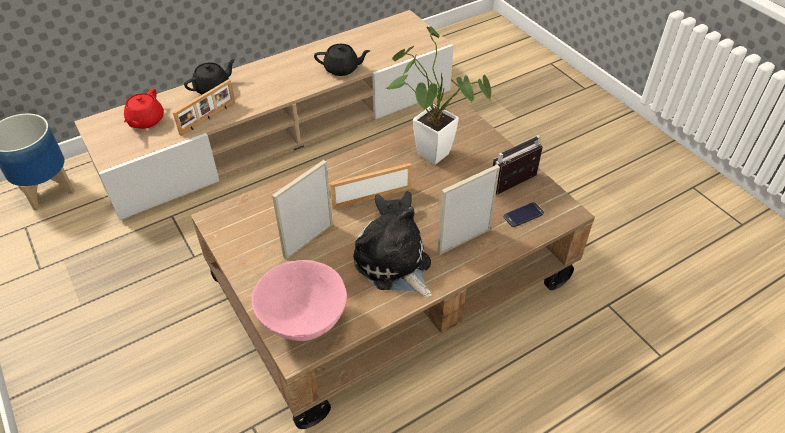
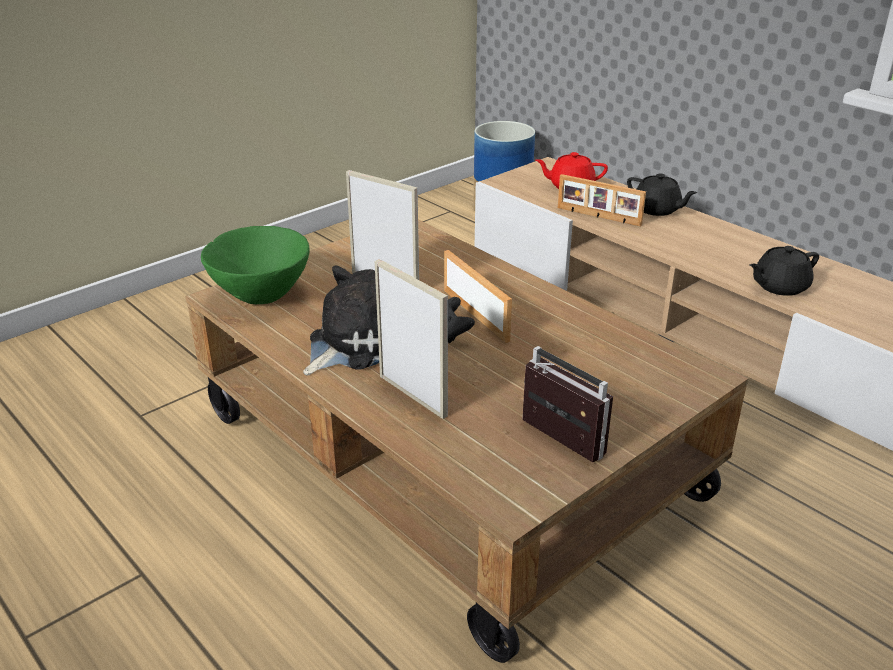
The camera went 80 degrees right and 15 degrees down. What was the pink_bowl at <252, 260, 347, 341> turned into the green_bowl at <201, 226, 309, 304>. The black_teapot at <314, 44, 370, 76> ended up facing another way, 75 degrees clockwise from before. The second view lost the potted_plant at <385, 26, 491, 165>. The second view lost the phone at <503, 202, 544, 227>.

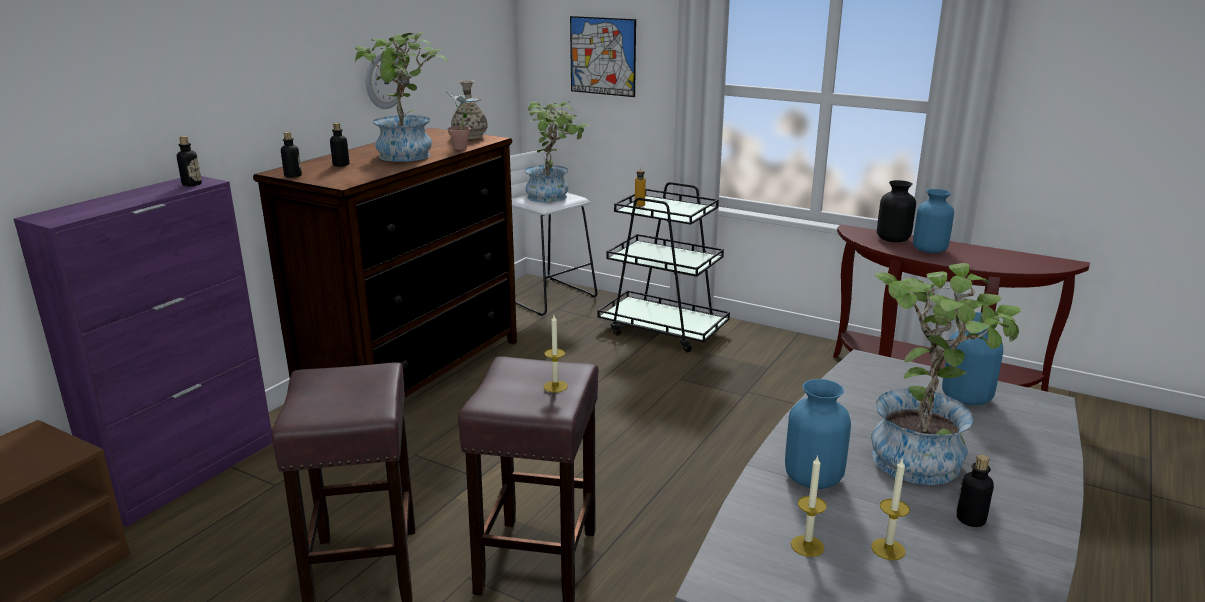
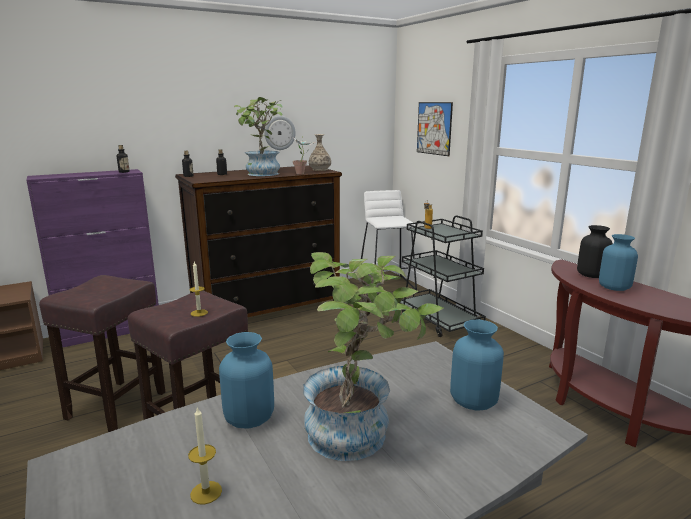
The camera went 30 degrees right and 5 degrees down. The second view lost the potted_plant at <525, 101, 589, 203>. The second view lost the candle at <791, 455, 827, 557>. The second view lost the bottle at <956, 454, 994, 527>.

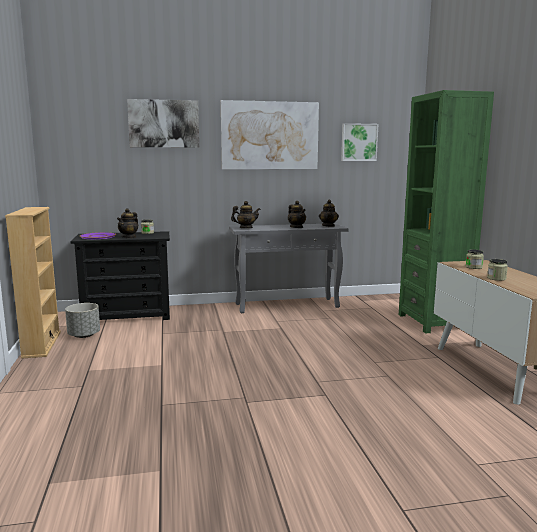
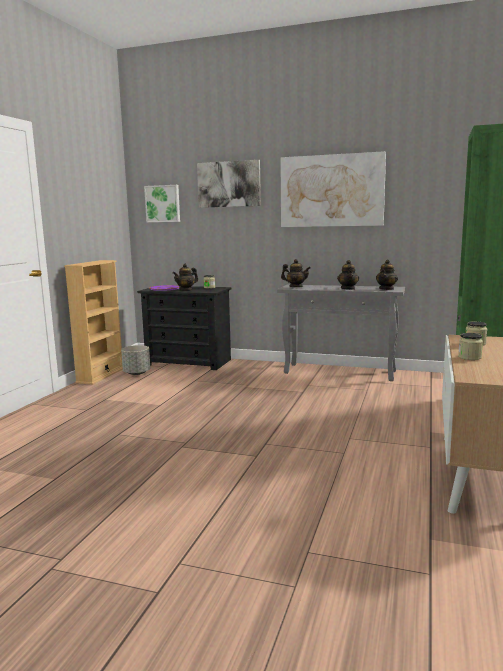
The camera went 30 degrees right and 0 degrees up. The picture ended up elsewhere, having gone from <341, 123, 378, 161> to <144, 185, 180, 222>.

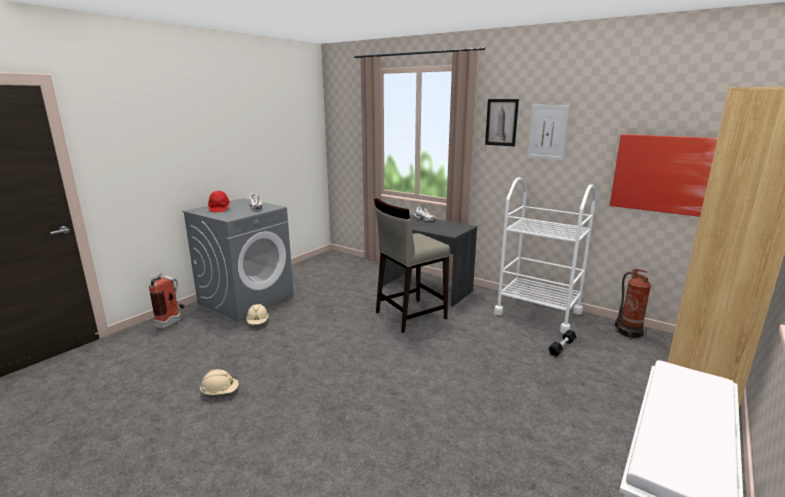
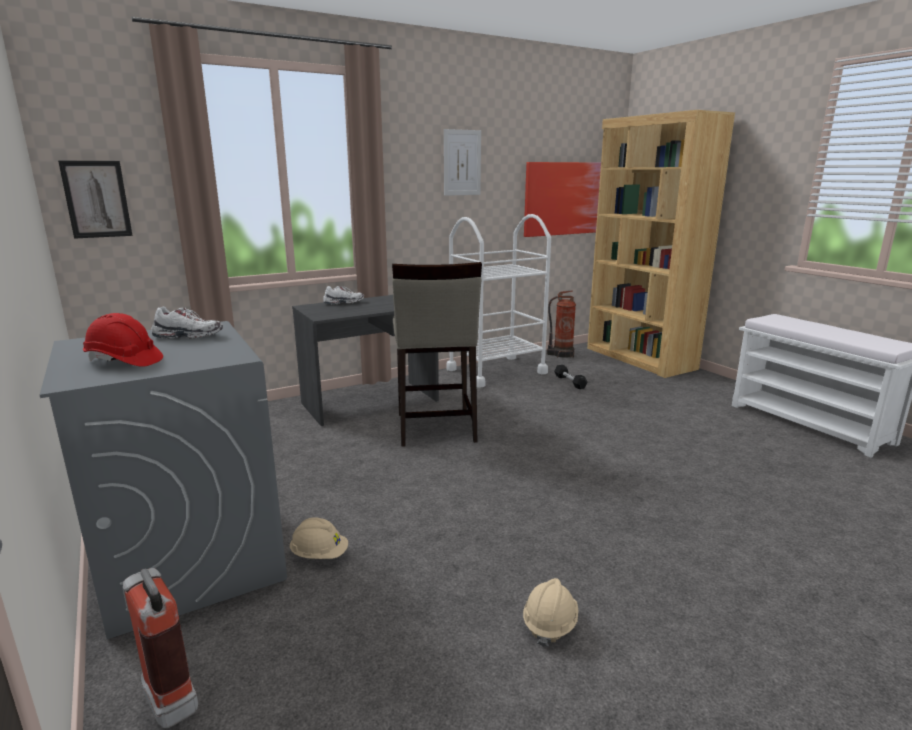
The camera went 65 degrees left and 0 degrees up. The picture ended up elsewhere, having gone from <485, 99, 519, 146> to <58, 161, 133, 239>.

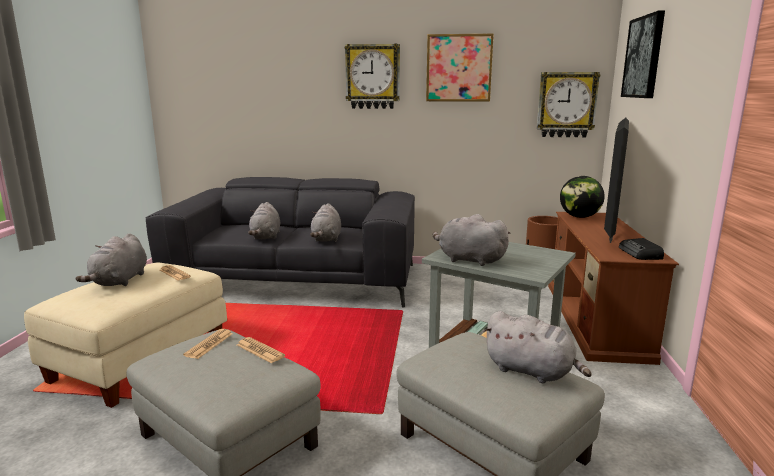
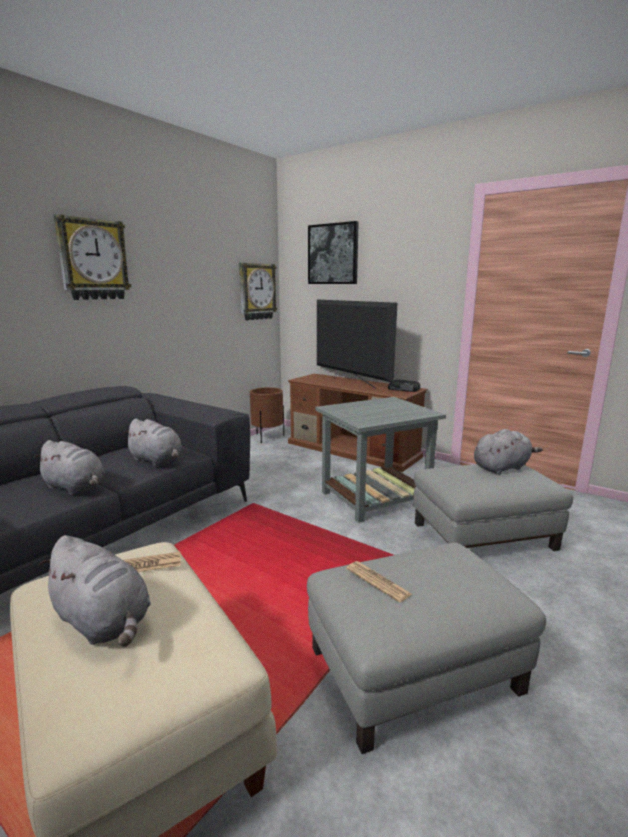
The camera went 60 degrees left and 0 degrees up. The second view lost the newspaper at <237, 337, 285, 363>. The second view lost the picture at <426, 34, 494, 102>. The second view lost the grey_plush_toy at <433, 214, 510, 266>. The second view lost the globe at <560, 176, 605, 218>.

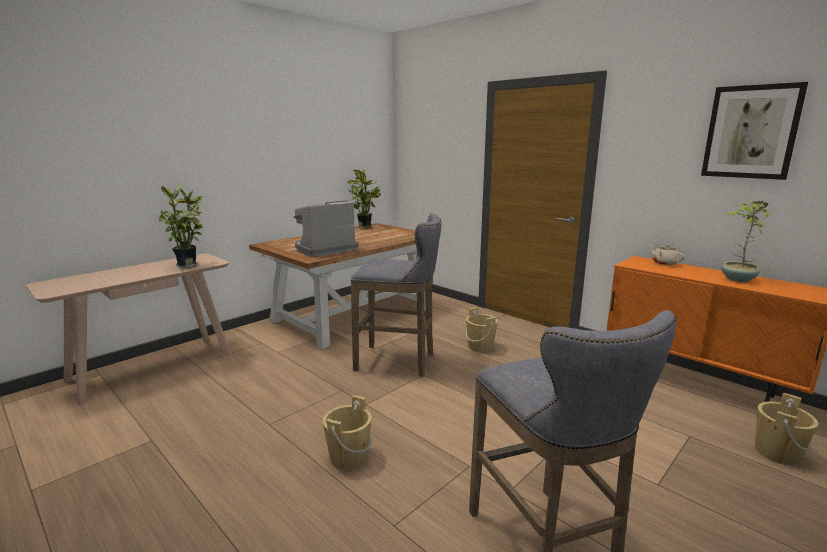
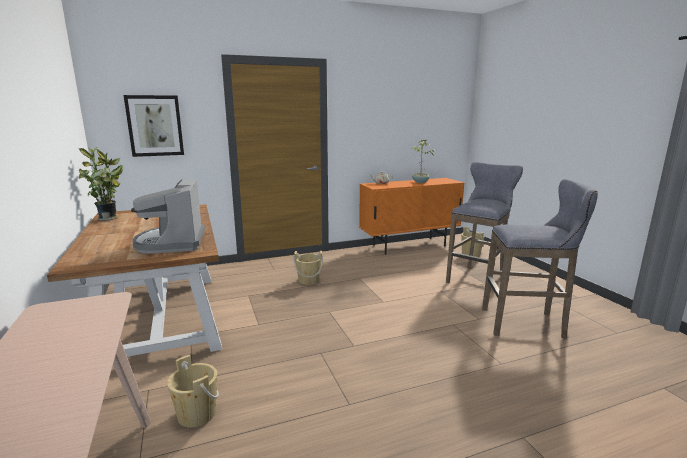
The camera went 65 degrees left and 0 degrees up. The second view lost the potted_plant at <159, 185, 203, 268>. The beige_bucket ended up elsewhere, having gone from <323, 395, 372, 470> to <167, 355, 219, 427>. The grey_stool ended up elsewhere, having gone from <351, 213, 442, 377> to <446, 162, 523, 293>. The picture ended up elsewhere, having gone from <701, 82, 808, 180> to <124, 95, 184, 157>.

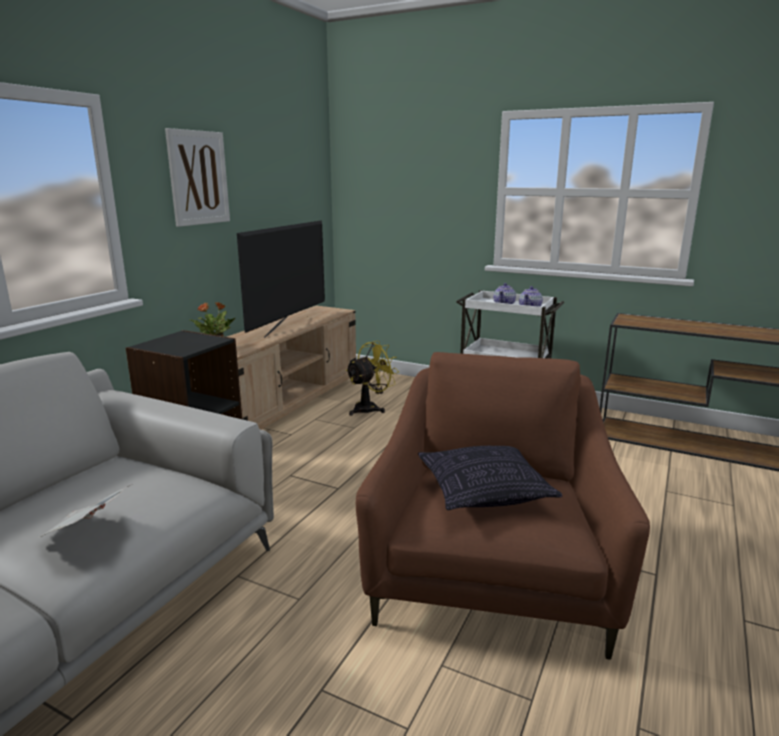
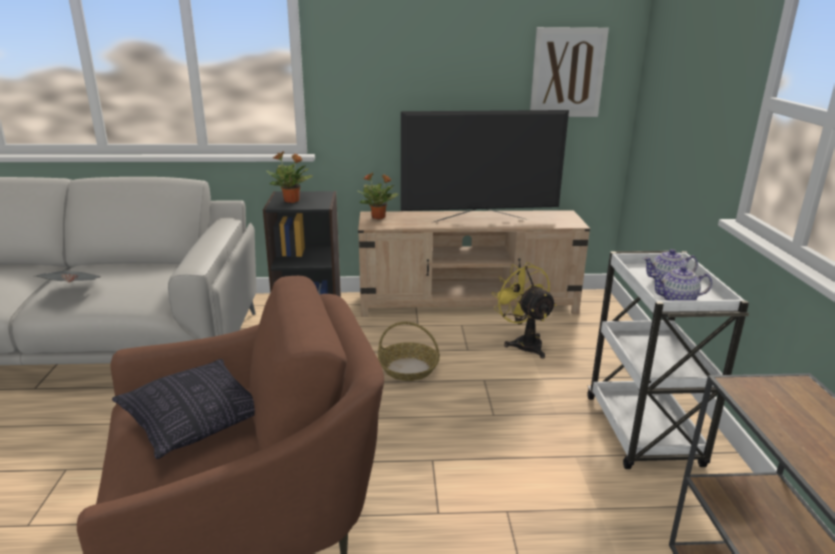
The camera went 60 degrees right and 5 degrees up. The picture ended up elsewhere, having gone from <165, 128, 230, 227> to <530, 27, 609, 117>. The yellow_fan at <345, 341, 399, 416> ended up facing another way, 135 degrees counterclockwise from before. The second view gained the potted_plant at <266, 151, 313, 203>. The second view gained the basket at <378, 322, 440, 381>.

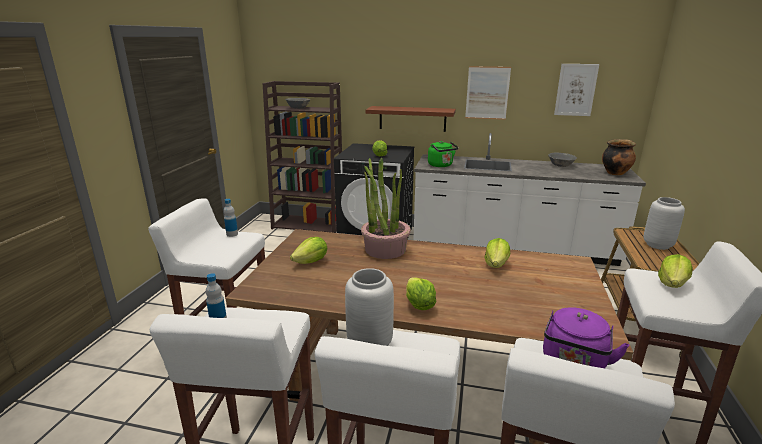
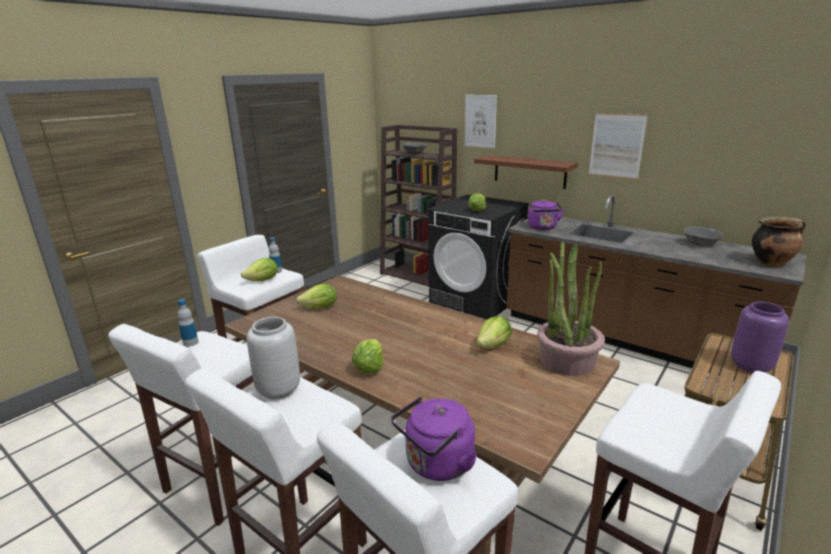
The camera went 25 degrees right and 0 degrees up. The potted_plant ended up elsewhere, having gone from <361, 158, 411, 259> to <537, 241, 605, 376>. What was the white_counter at <414, 133, 646, 266> turned into the brown_counter at <507, 195, 806, 384>. What was the green_kettle at <428, 141, 458, 167> turned into the purple_kettle at <528, 200, 564, 230>. The picture ended up elsewhere, having gone from <554, 64, 599, 116> to <465, 95, 497, 148>. What was the grey_vase at <644, 197, 685, 250> turned into the purple_vase at <731, 301, 789, 373>. The lettuce ended up elsewhere, having gone from <658, 254, 693, 288> to <241, 258, 278, 281>.

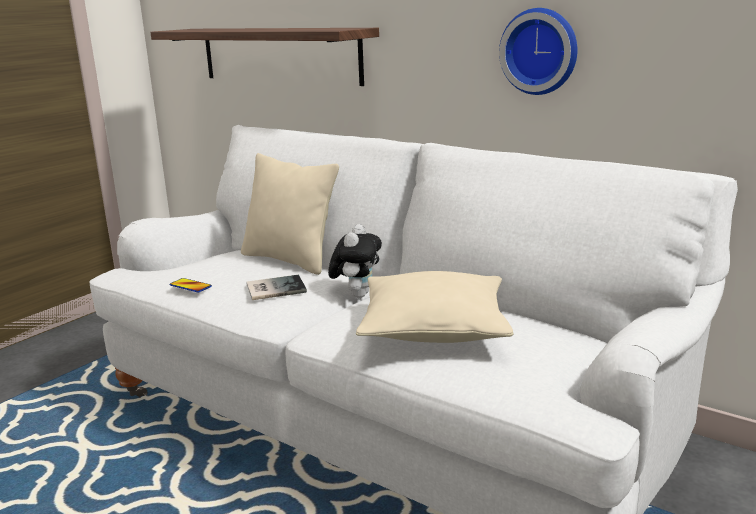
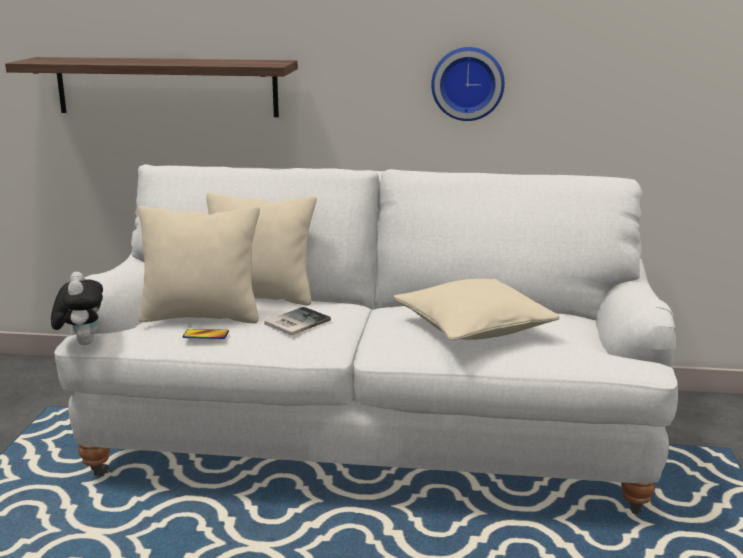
The camera went 30 degrees left and 0 degrees up. The plush_toy ended up elsewhere, having gone from <328, 224, 382, 298> to <51, 271, 103, 345>. The second view gained the beige_pillow at <138, 206, 260, 323>.

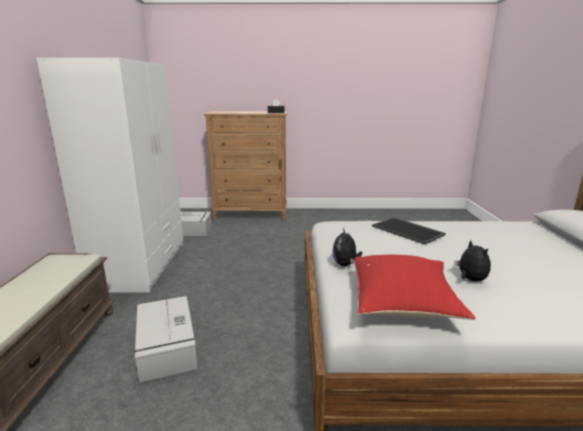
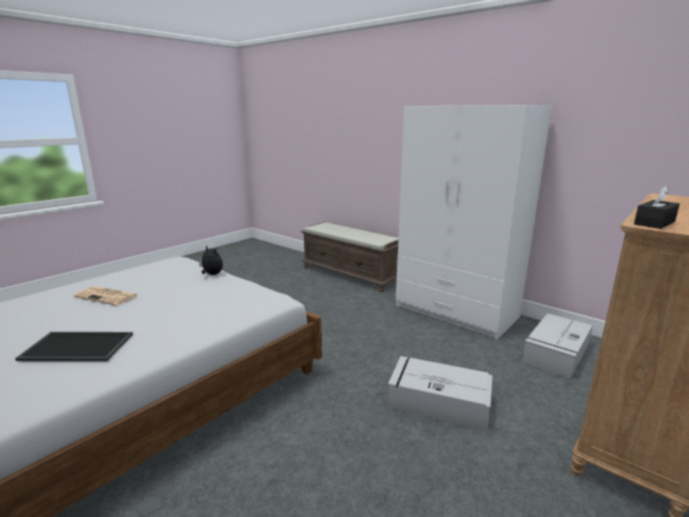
The camera went 130 degrees right and 0 degrees up. The grey_storage_box ended up elsewhere, having gone from <134, 296, 197, 383> to <388, 356, 493, 431>. The second view lost the red_pillow at <354, 255, 476, 320>. The tray ended up elsewhere, having gone from <372, 217, 446, 245> to <15, 332, 133, 361>. Where the plush_toy stood at <454, 240, 491, 282>, the newspaper came to stand at <73, 286, 138, 306>.

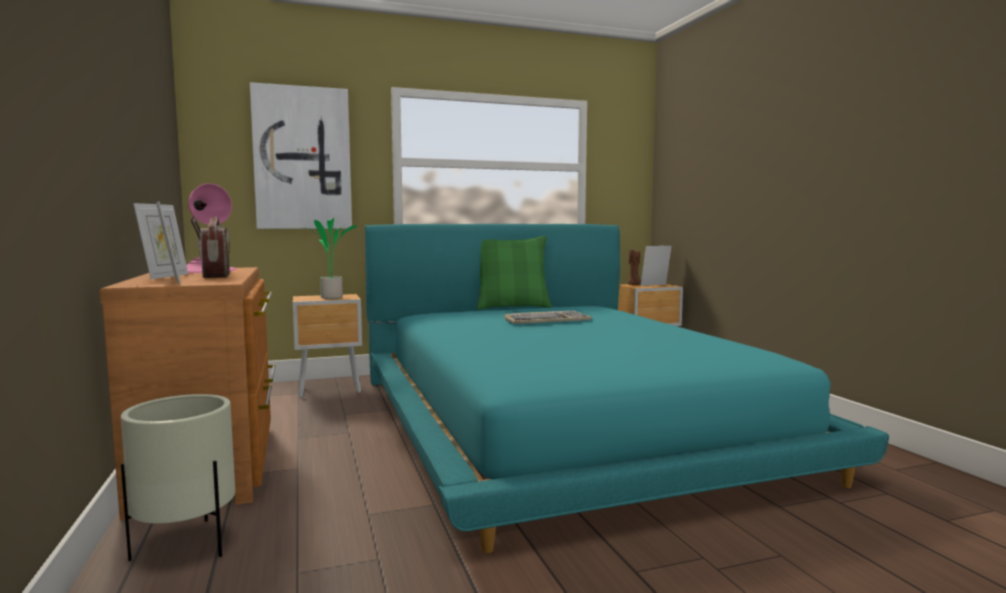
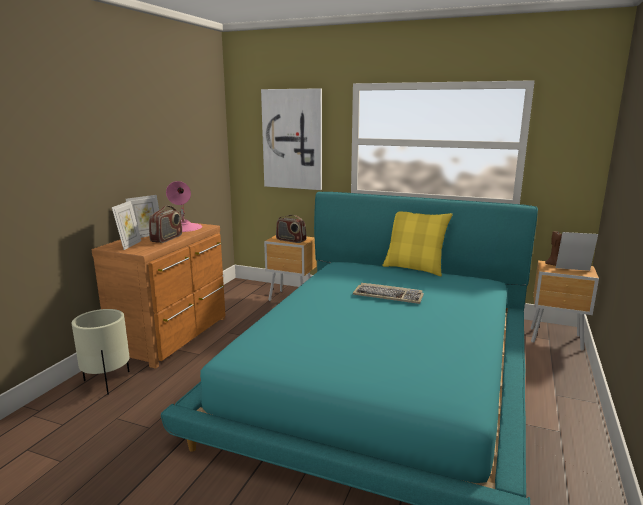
The camera went 40 degrees right and 10 degrees up. Where the potted_plant stood at <300, 218, 358, 299>, the radio came to stand at <276, 215, 307, 243>. What was the green_pillow at <476, 236, 552, 310> turned into the yellow_pillow at <382, 211, 453, 276>.

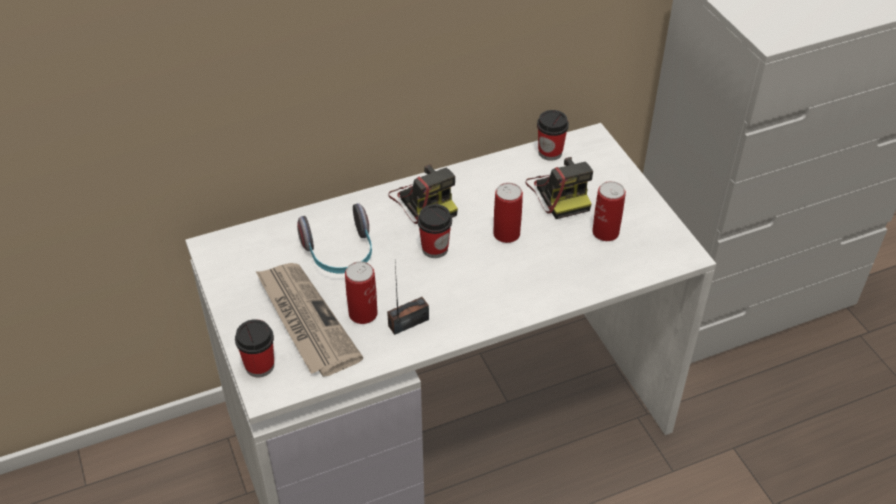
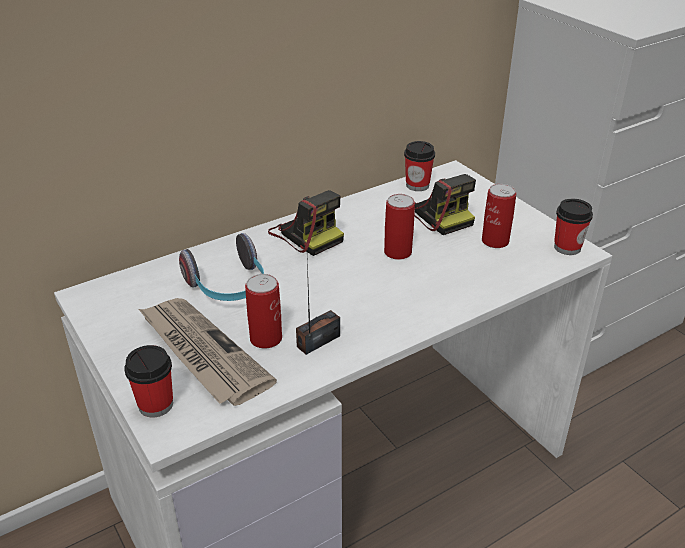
The camera went 10 degrees left and 10 degrees down. The cup ended up elsewhere, having gone from <417, 204, 452, 258> to <554, 199, 593, 255>.

